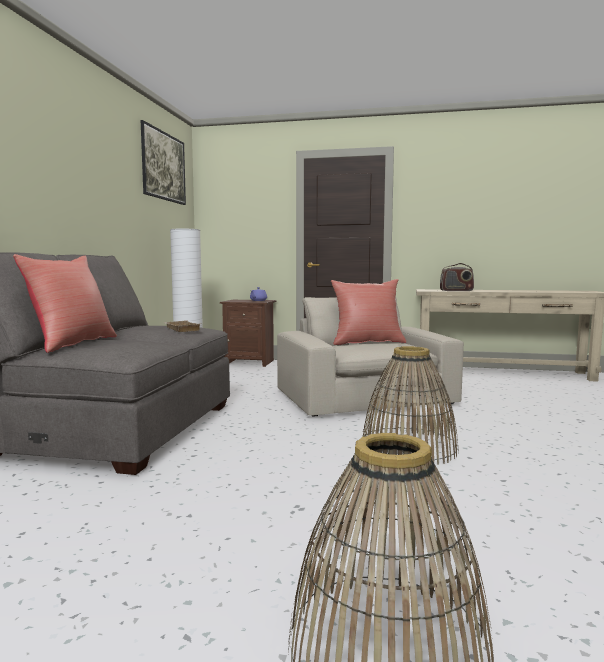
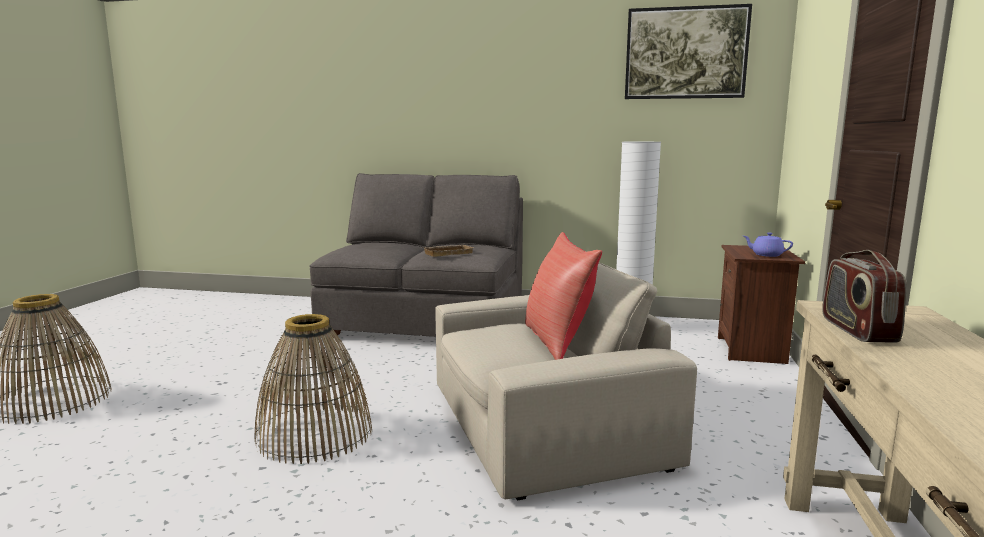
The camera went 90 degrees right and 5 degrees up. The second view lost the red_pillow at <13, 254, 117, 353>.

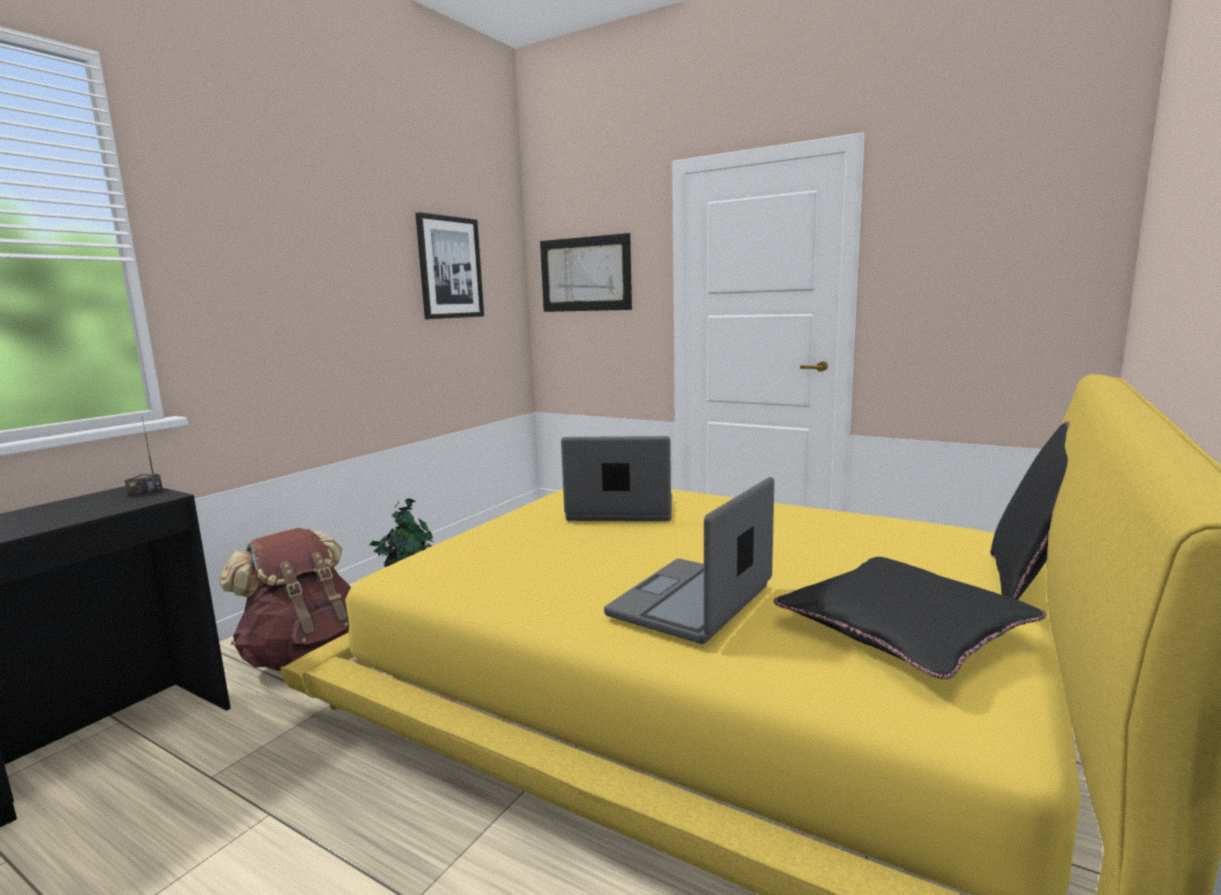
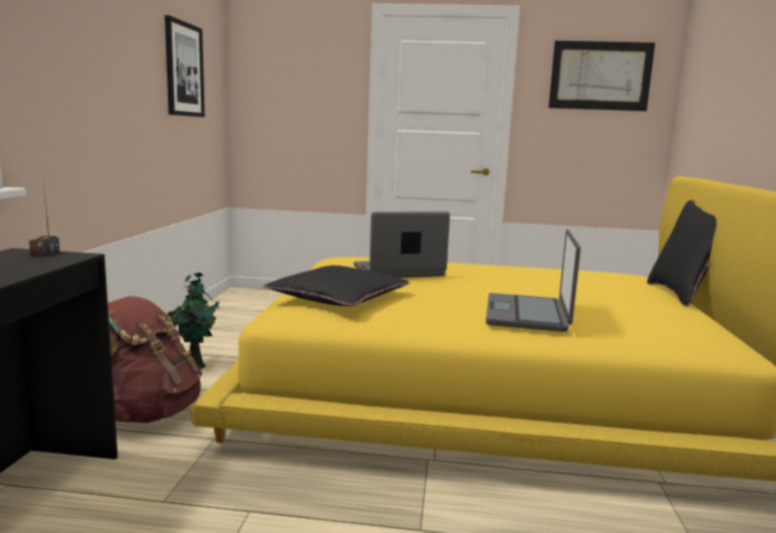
The camera went 25 degrees left and 0 degrees up. The picture ended up elsewhere, having gone from <540, 233, 632, 312> to <549, 41, 655, 111>. The black_pillow ended up elsewhere, having gone from <774, 557, 1046, 679> to <263, 265, 410, 306>.

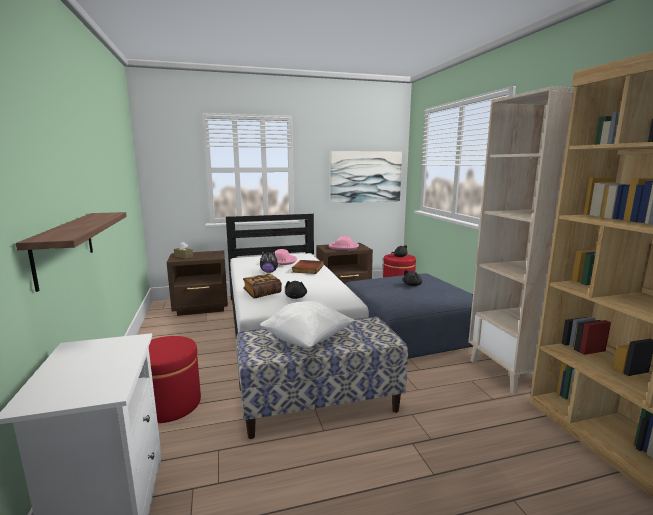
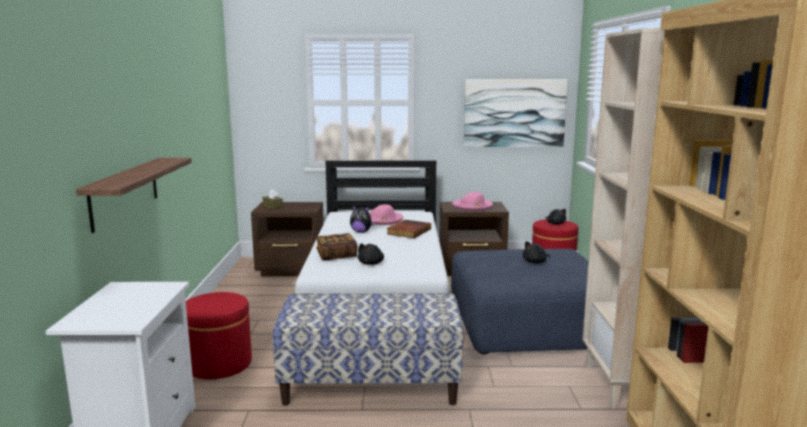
The camera went 15 degrees right and 0 degrees up. The second view lost the white_pillow at <260, 301, 355, 348>.

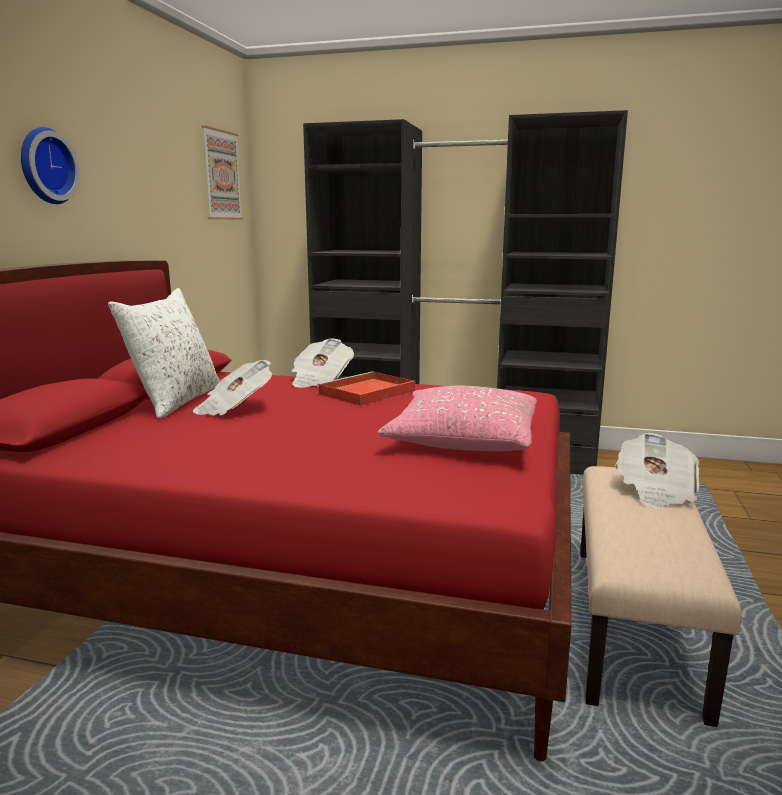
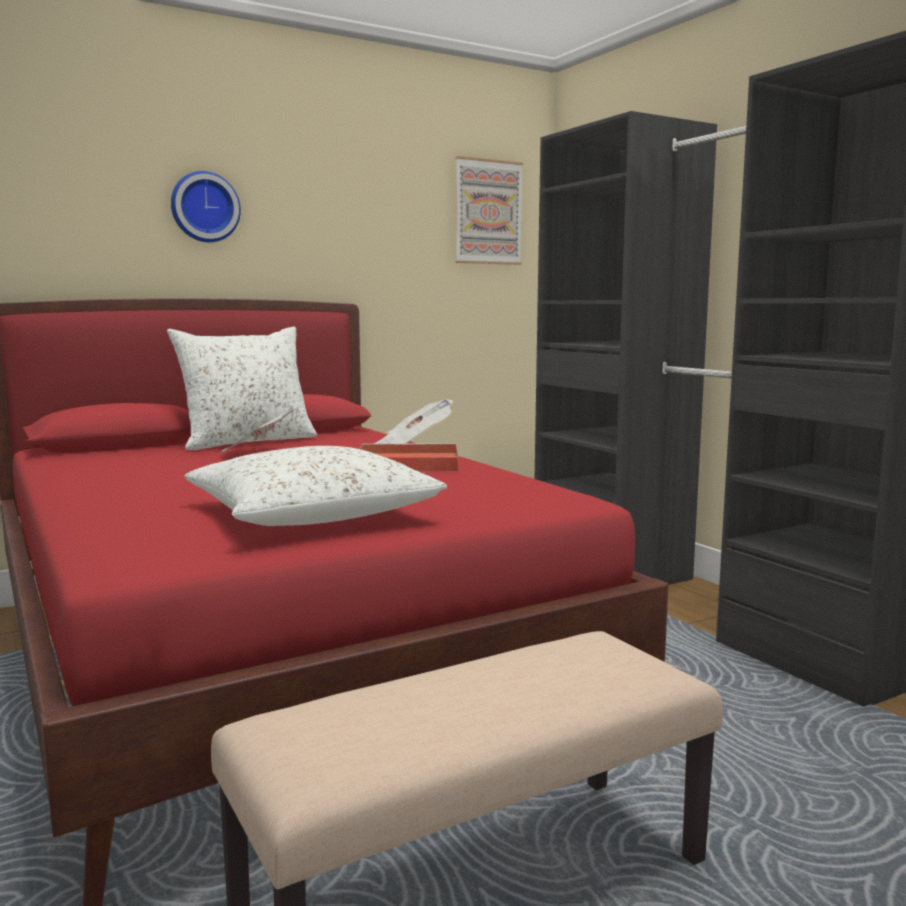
The camera went 45 degrees right and 5 degrees down. What was the pink_pillow at <378, 386, 536, 451> turned into the white_pillow at <185, 446, 447, 526>. The second view lost the newspaper at <615, 433, 699, 508>.

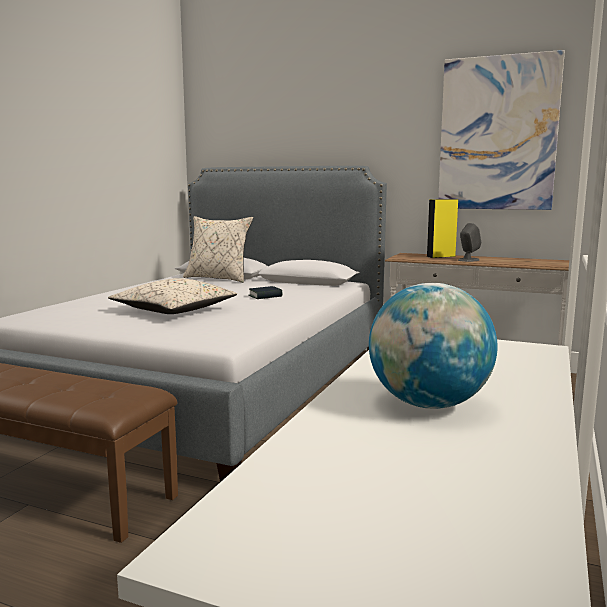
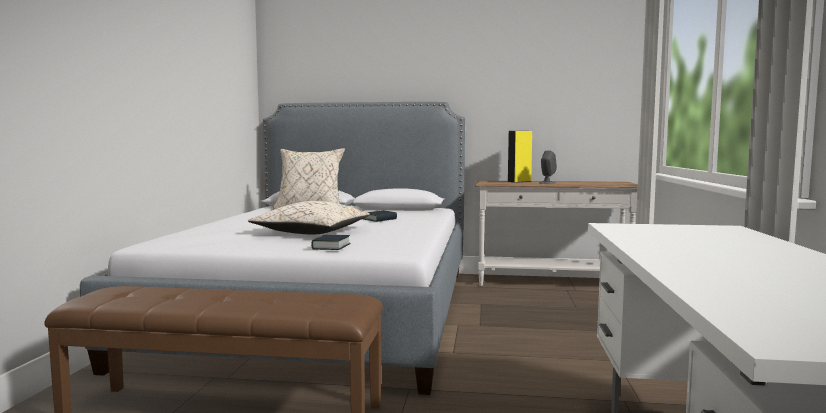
The camera went 15 degrees left and 5 degrees down. The second view lost the globe at <369, 283, 497, 409>. The second view lost the picture at <438, 50, 565, 210>. The second view gained the book at <311, 235, 351, 250>.

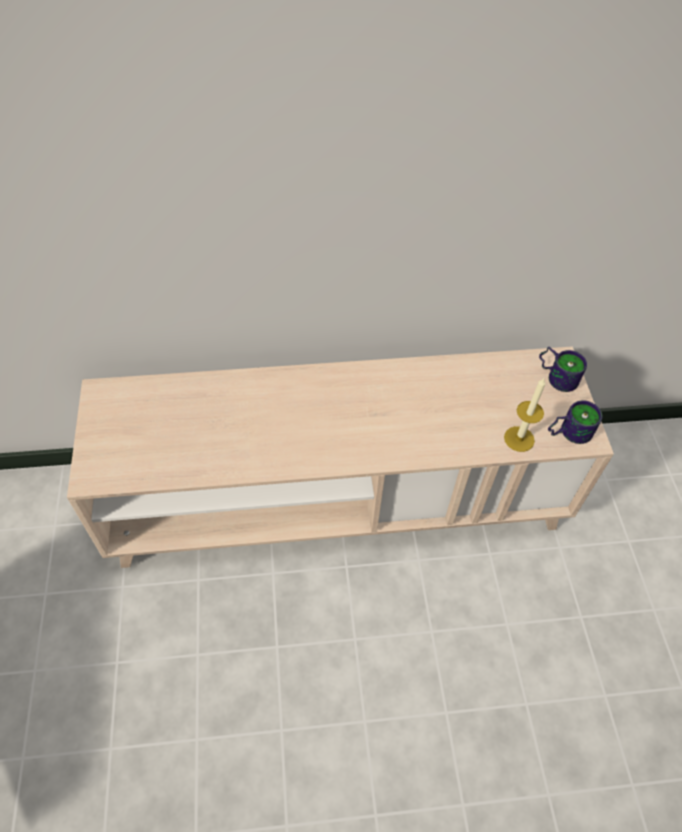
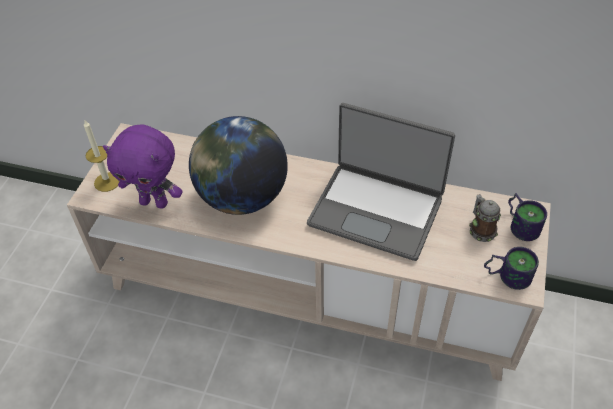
The camera went 25 degrees right and 5 degrees down. The candle ended up elsewhere, having gone from <504, 378, 546, 452> to <84, 119, 119, 192>. The second view gained the purple_plush_toy at <103, 125, 182, 209>. The second view gained the globe at <189, 116, 288, 215>. The second view gained the laptop at <307, 103, 455, 261>. The second view gained the mug at <469, 194, 501, 242>.

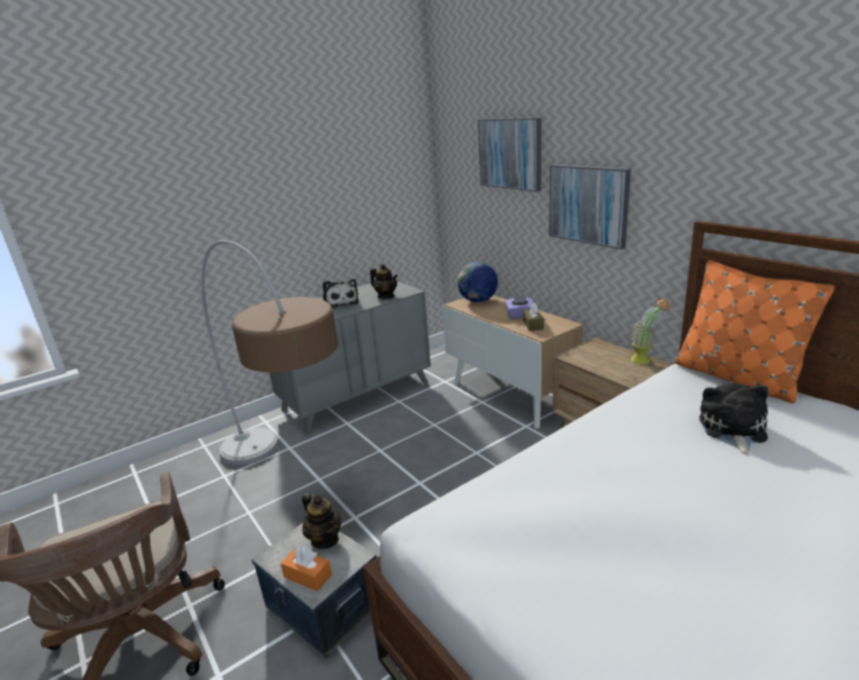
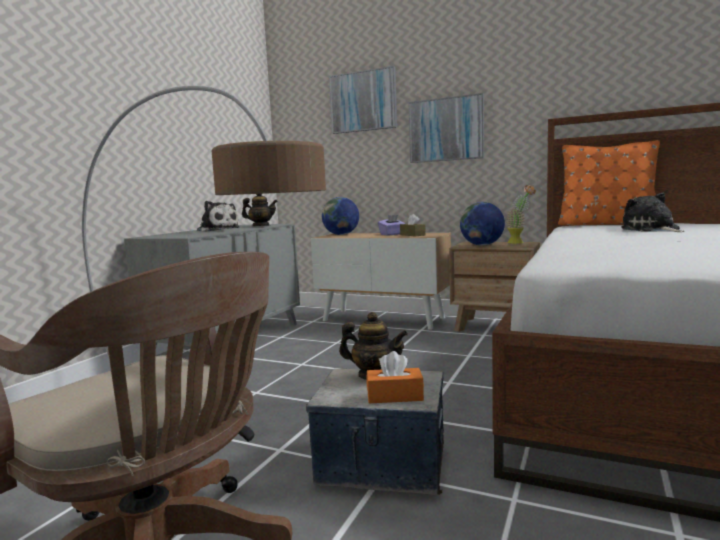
The camera went 30 degrees left and 15 degrees down. The second view gained the globe at <460, 202, 505, 246>.

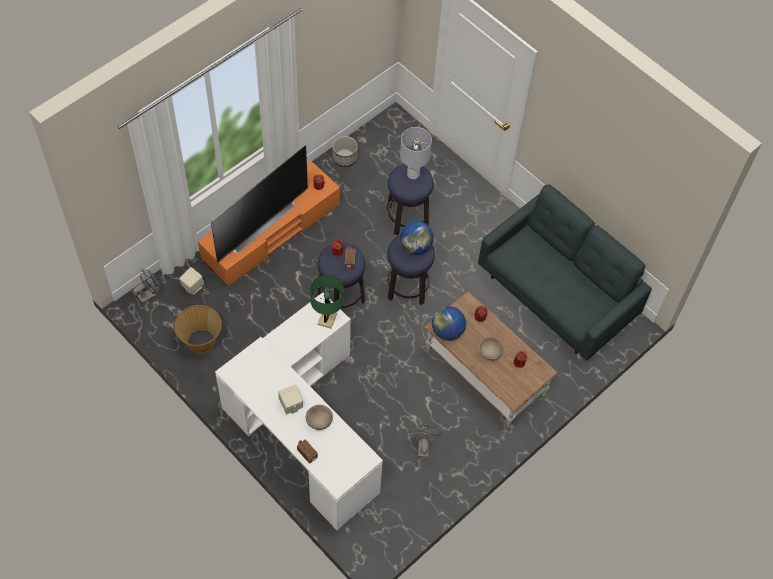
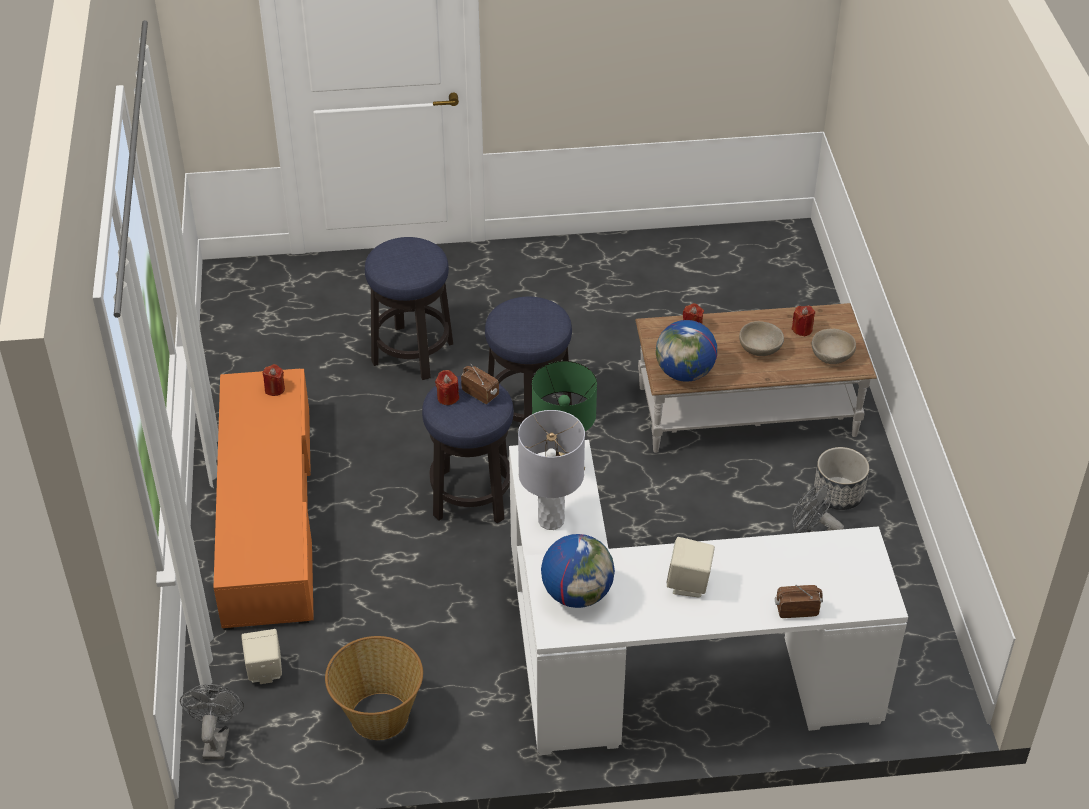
The camera went 50 degrees left and 15 degrees down. The second view lost the television at <211, 145, 308, 263>. The beige_bowl ended up elsewhere, having gone from <306, 405, 333, 430> to <812, 329, 856, 364>. The planter ended up elsewhere, having gone from <333, 136, 358, 167> to <814, 447, 869, 510>. The grey_table_lamp ended up elsewhere, having gone from <400, 127, 432, 179> to <518, 410, 585, 530>. The globe ended up elsewhere, having gone from <400, 221, 434, 255> to <541, 534, 615, 608>. The second view lost the grey_sofa at <478, 184, 652, 360>.

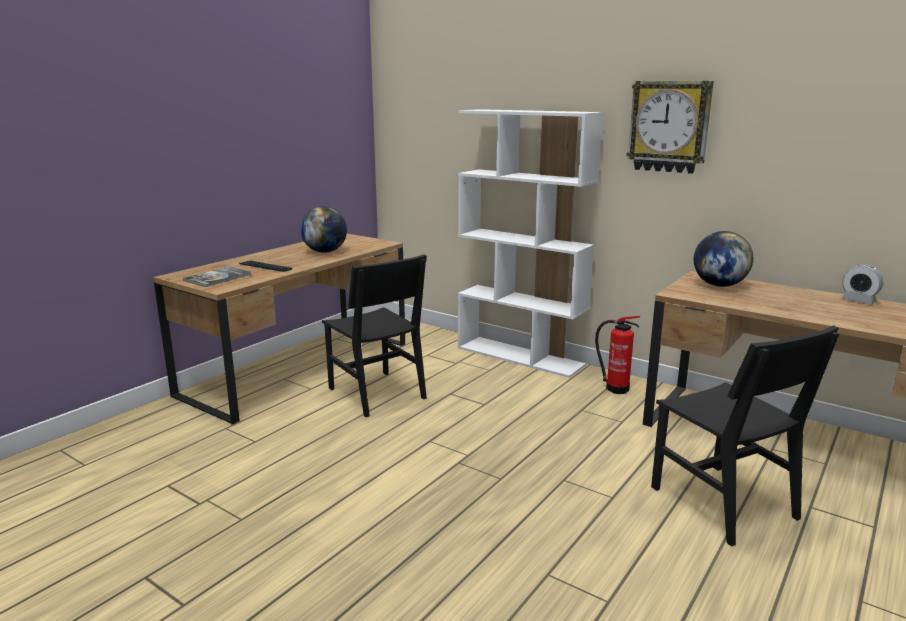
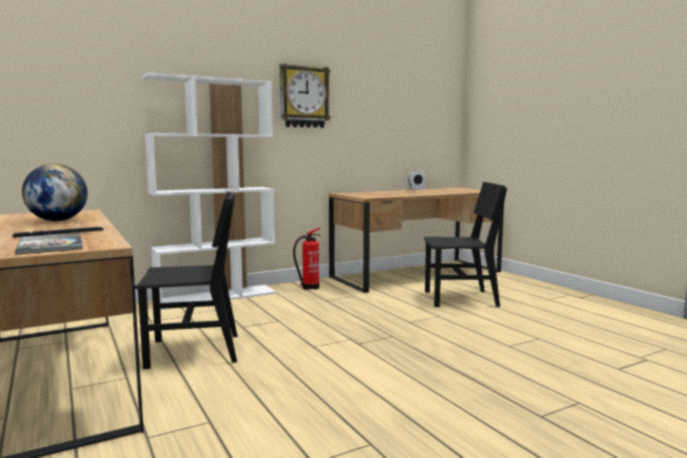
The camera went 65 degrees left and 10 degrees down. The second view lost the globe at <694, 231, 753, 287>.

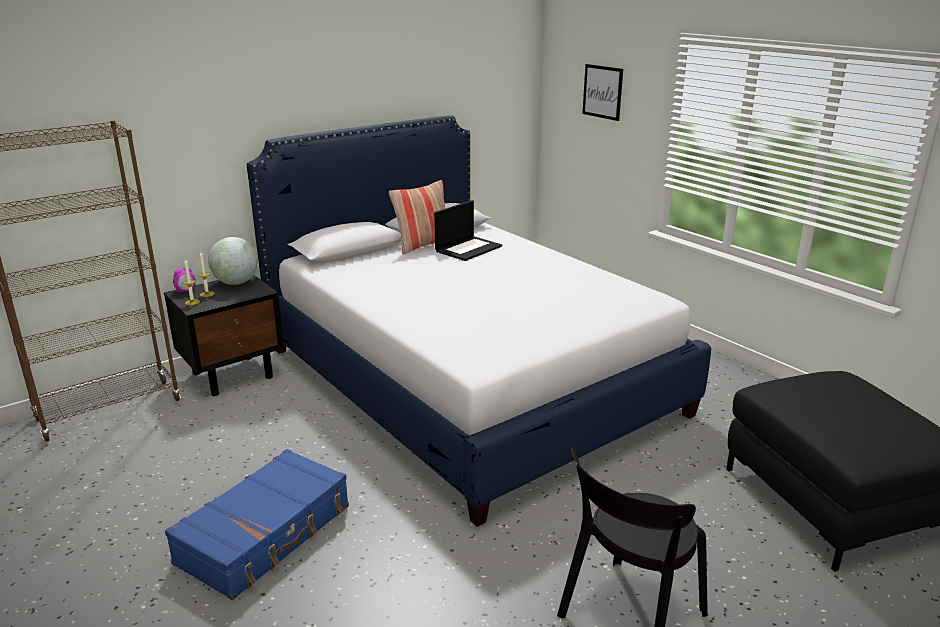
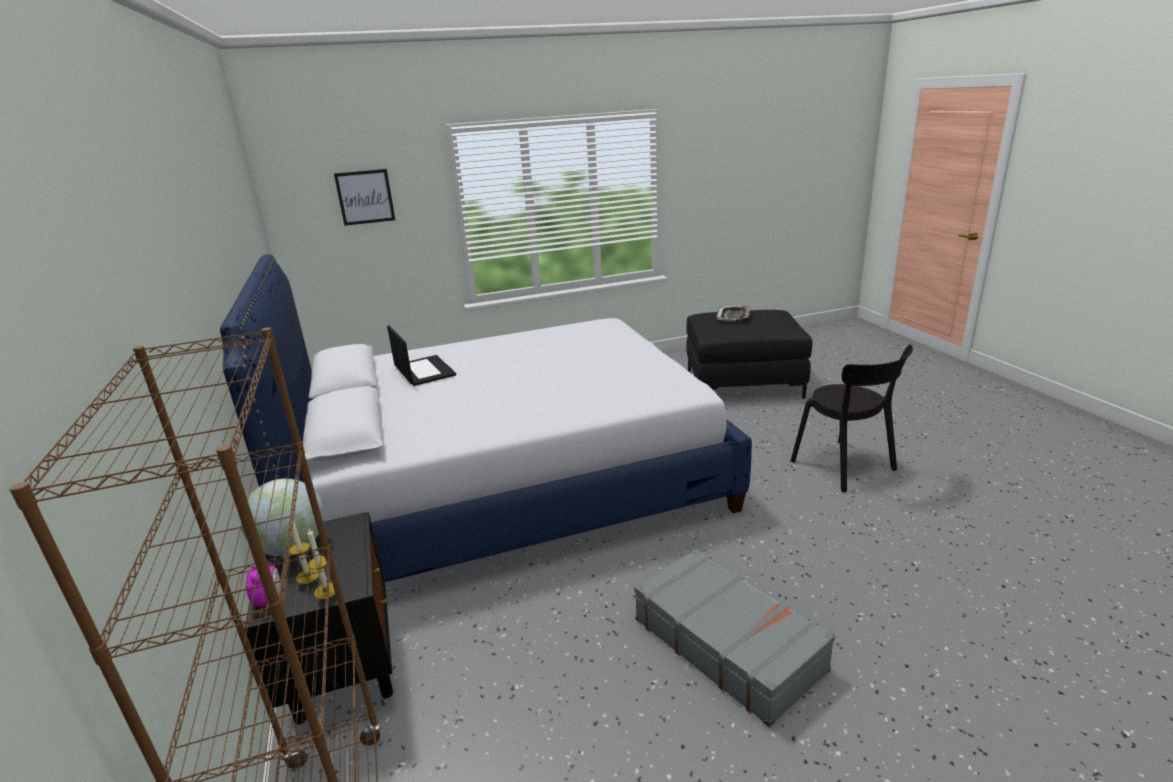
The camera went 70 degrees left and 0 degrees up. What was the blue_suitcase at <165, 449, 349, 600> turned into the grey_suitcase at <634, 548, 835, 727>. The second view lost the pillow at <389, 180, 446, 254>. The second view gained the tray at <716, 305, 750, 321>.

